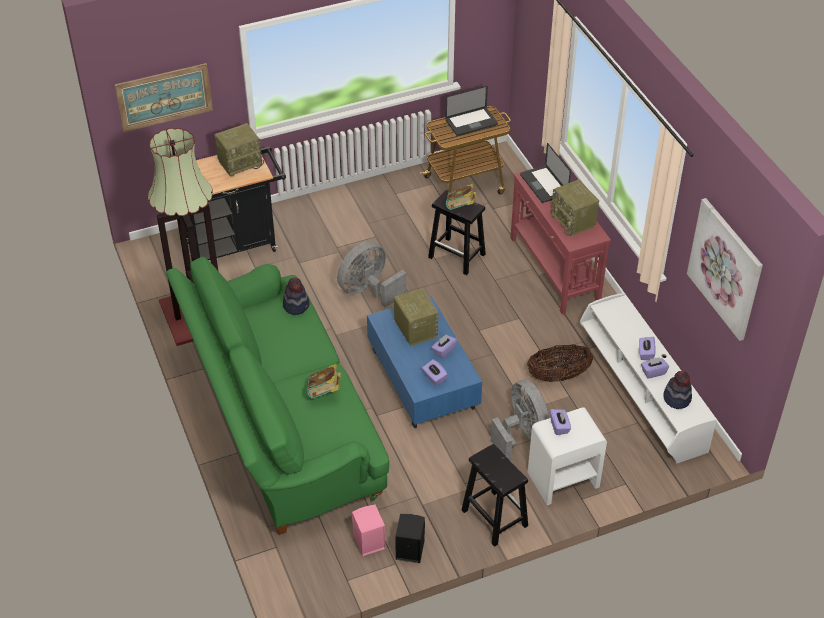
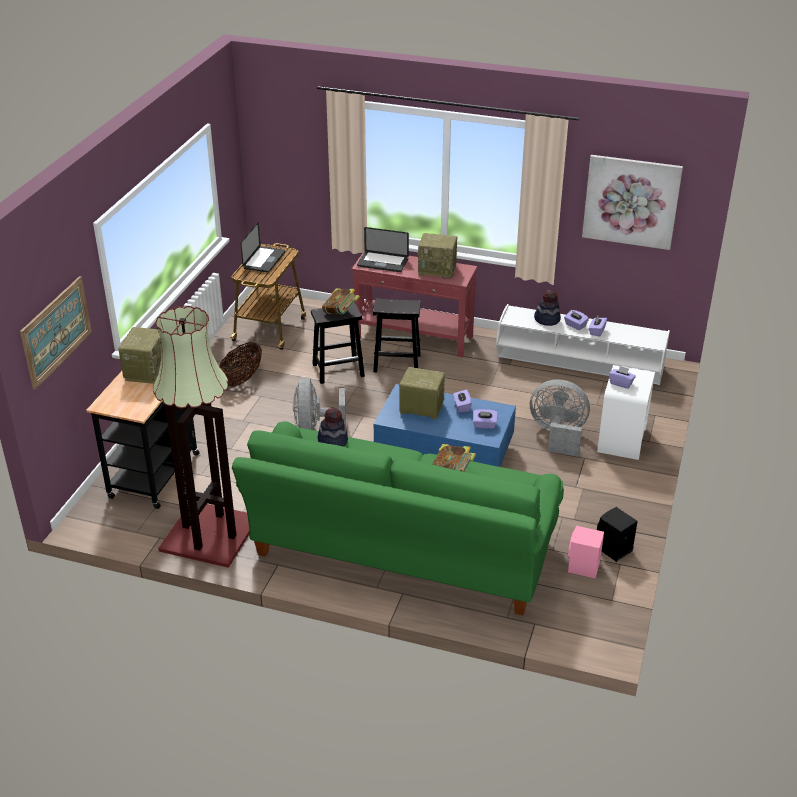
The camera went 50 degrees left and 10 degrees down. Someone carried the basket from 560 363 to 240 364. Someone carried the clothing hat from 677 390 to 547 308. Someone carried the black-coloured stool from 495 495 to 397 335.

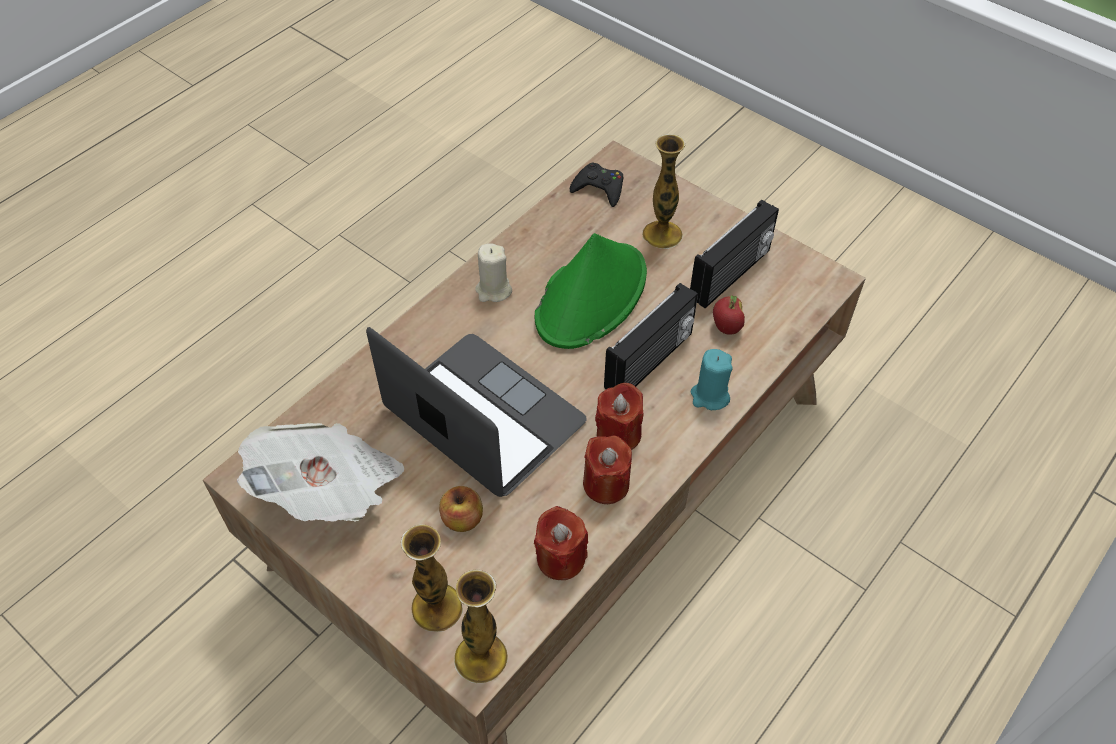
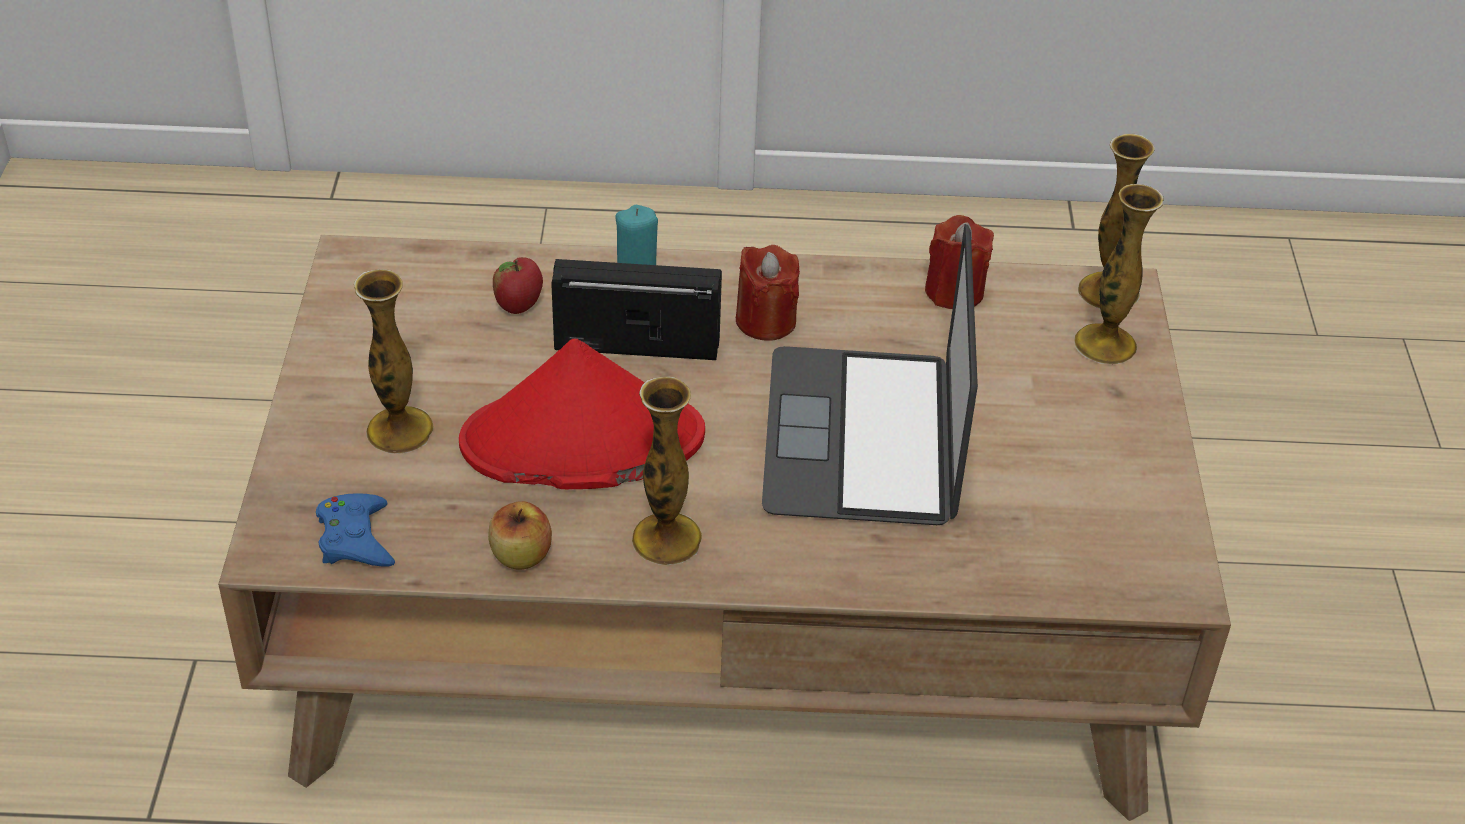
The camera went 130 degrees left and 10 degrees down. Someone repainted the black-coloured gamepad at 596 184, which became the bluish gamepad at 355 530. Someone took away the radio receiver at 734 254. Someone repainted the green-coloured clothing hat at 591 291, which became the red clothing hat at 582 413. Someone swapped the beige-coloured wax light at 493 272 for the flower vase at 667 471. Someone took away the newspaper at 321 472. Someone took away the red wax light at 607 469. Someone carried the apple from 461 509 to 520 535.

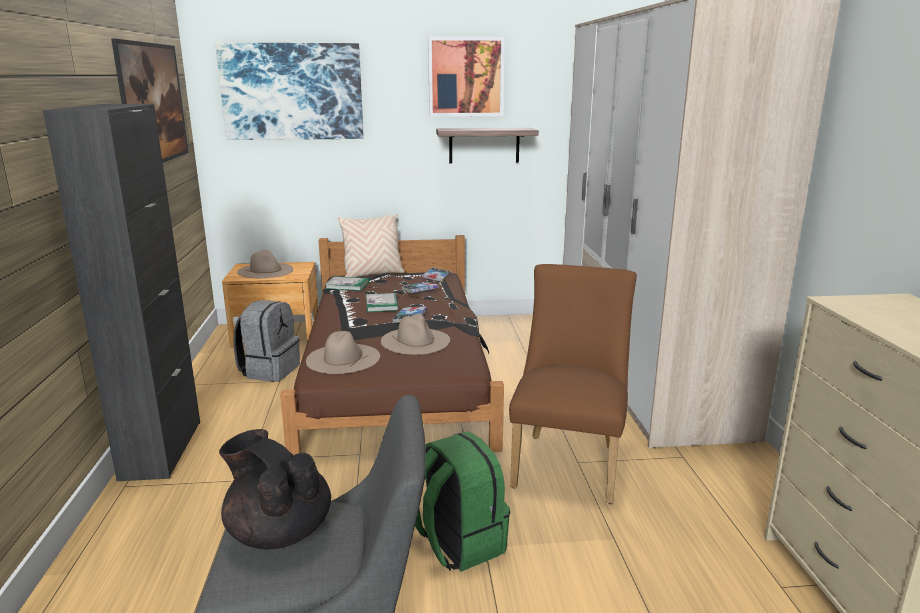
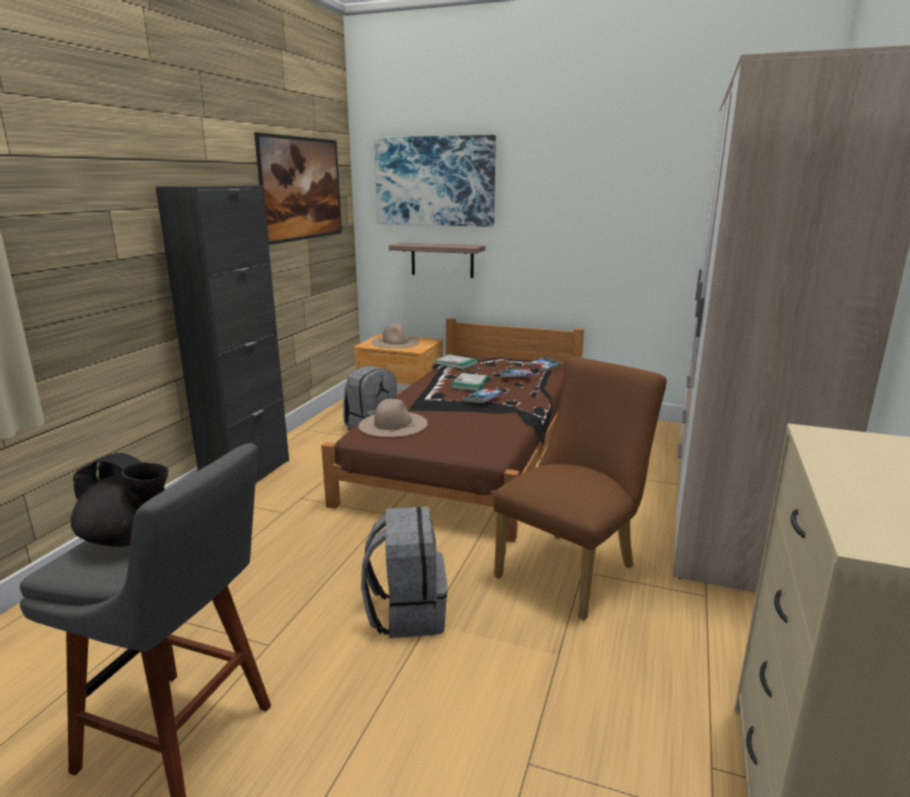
The camera went 25 degrees right and 0 degrees up. Someone took away the wall picture at 466 77. Someone carried the shelf from 487 145 to 437 260. Someone took away the beige-coloured cushion at 371 245. Someone took away the beige-coloured clothing hat at 415 334. Someone rotated the black-coloured tea pot at 275 489 by 135 degrees clockwise. Someone repainted the green-coloured backpack at 462 501, which became the grey backpack at 404 572.

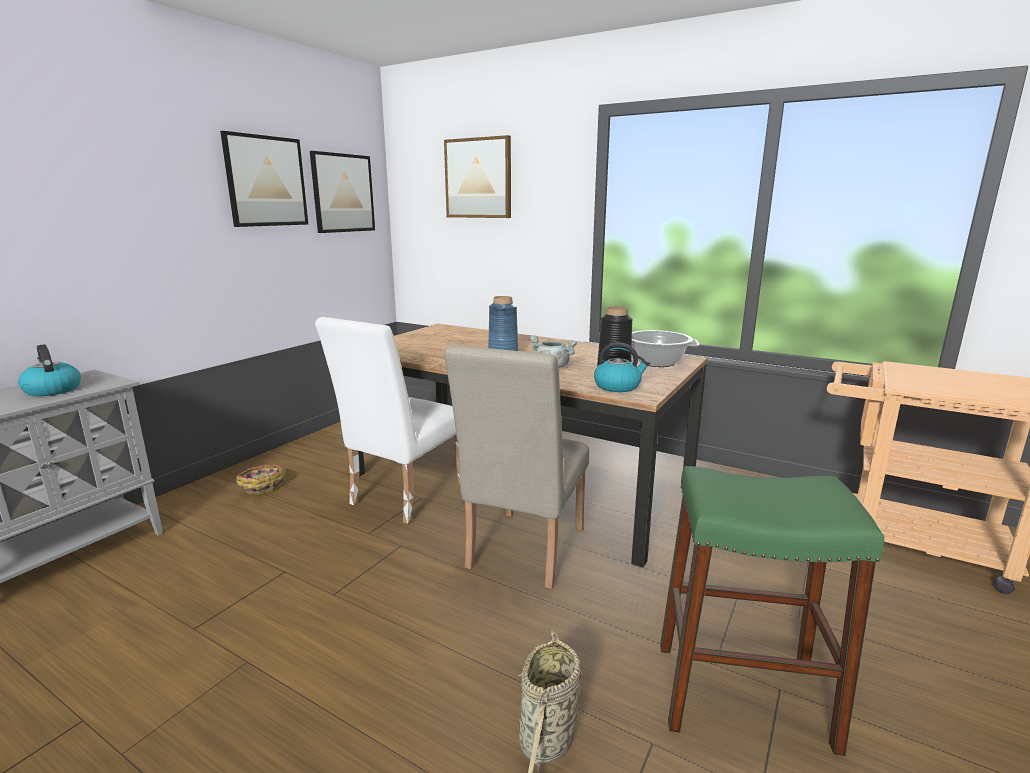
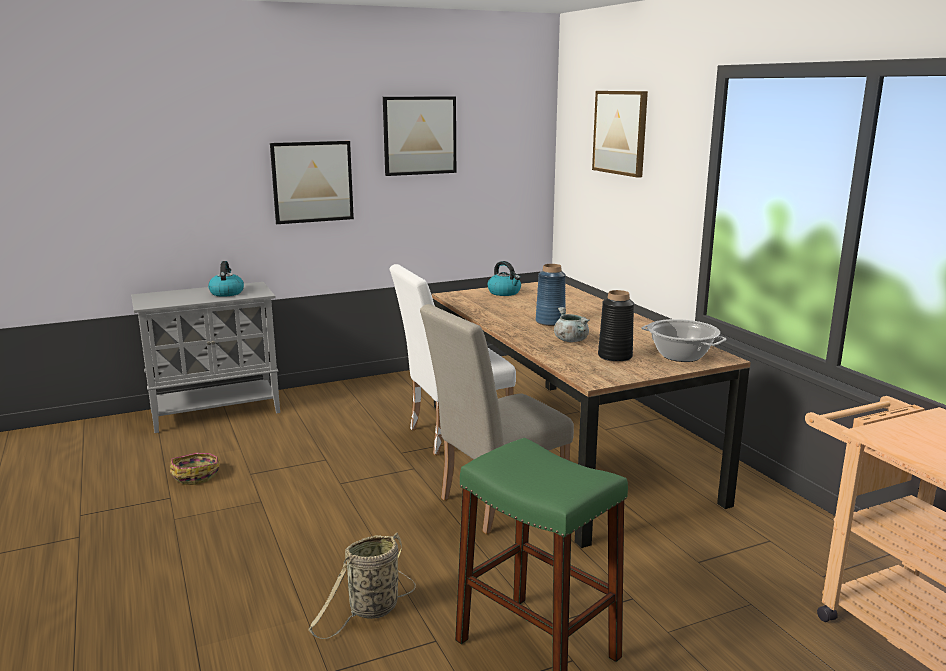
The camera went 35 degrees right and 0 degrees up. Someone carried the wall picture from 342 192 to 312 182. Someone carried the water kettle from 622 367 to 504 278. Someone carried the basket from 261 479 to 195 469.

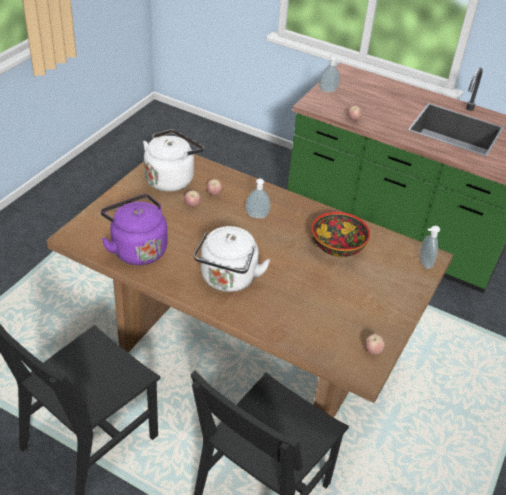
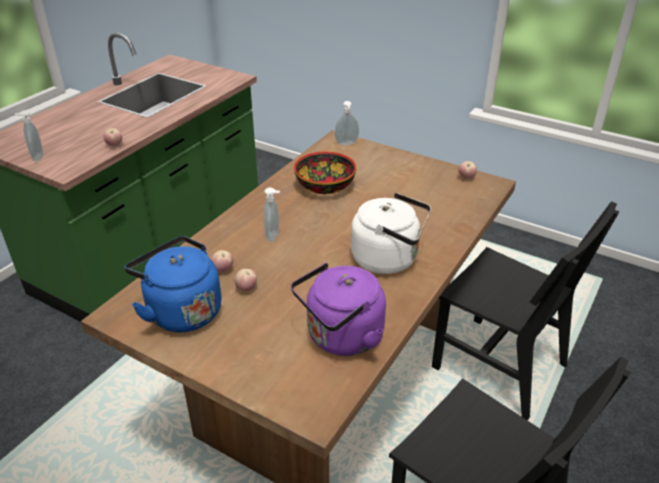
The camera went 85 degrees left and 5 degrees down. Someone repainted the white-coloured water kettle at 173 160, which became the bluish water kettle at 173 284.

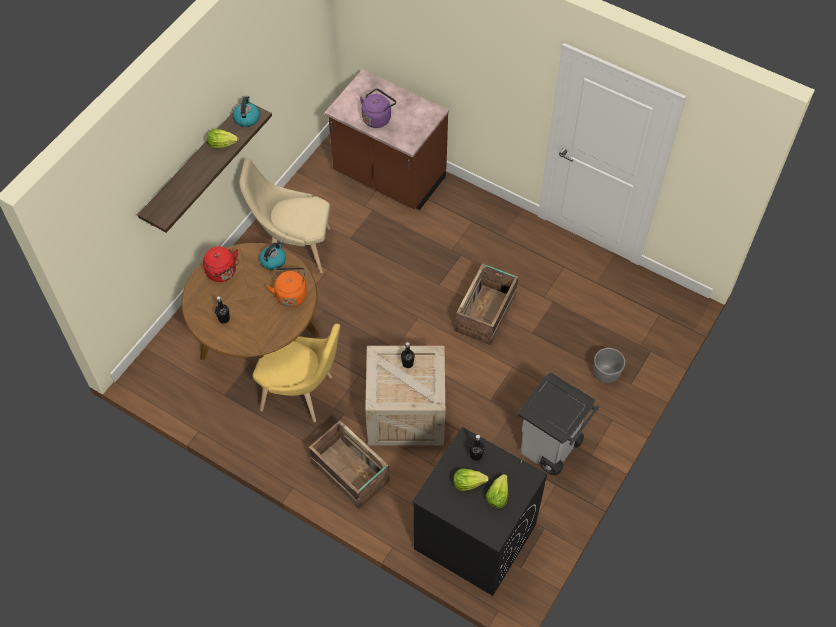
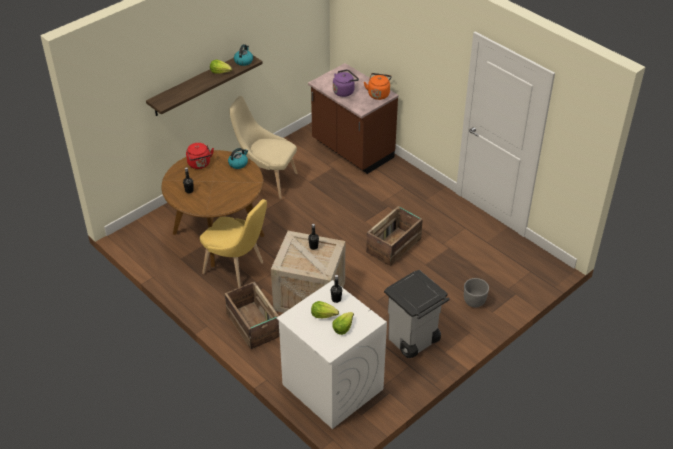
The camera went 15 degrees right and 15 degrees down. Someone carried the orange water kettle from 287 287 to 378 86. Someone repainted the black-coloured laundry appliance at 479 511, which became the white-coloured laundry appliance at 331 354.

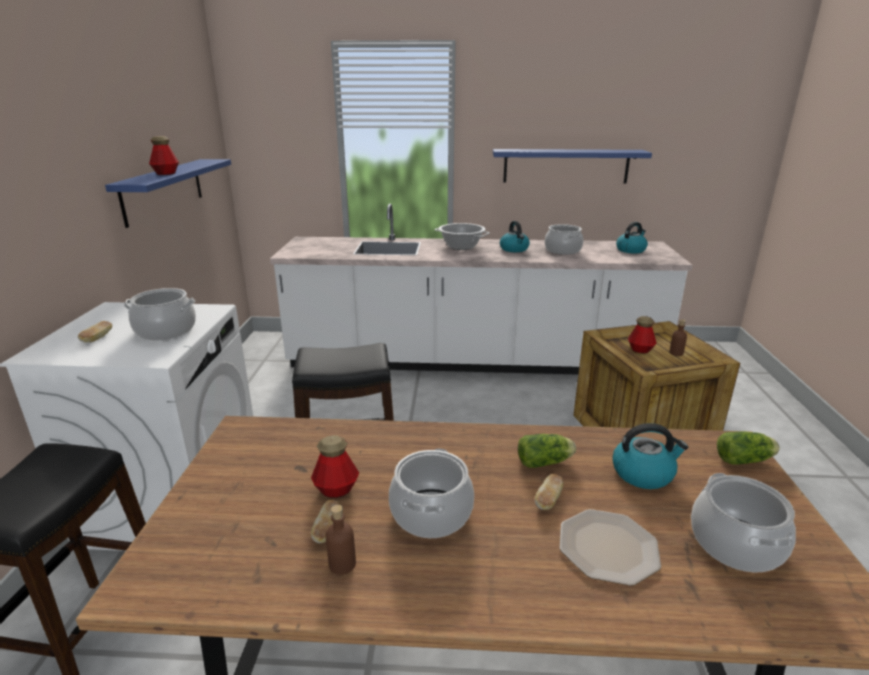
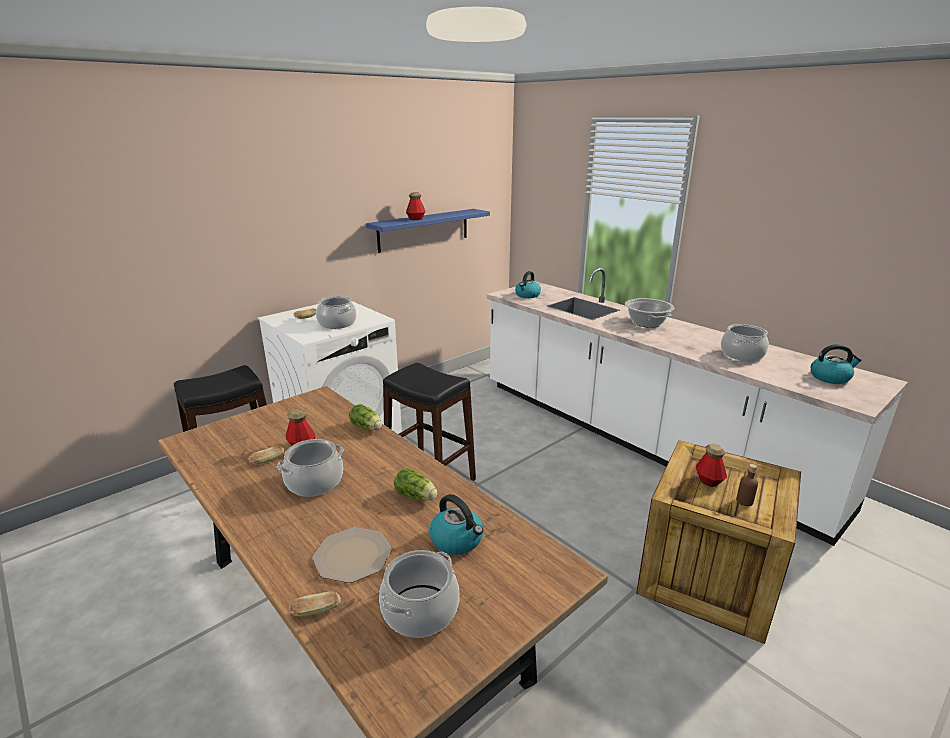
The camera went 45 degrees right and 0 degrees up. Someone took away the bluish shelf at 572 166. Someone carried the water kettle from 515 236 to 528 284. Someone carried the head of lettuce from 748 448 to 365 417. Someone carried the bakery bread from 549 492 to 315 604. Someone took away the brownish drink bottle at 341 540.

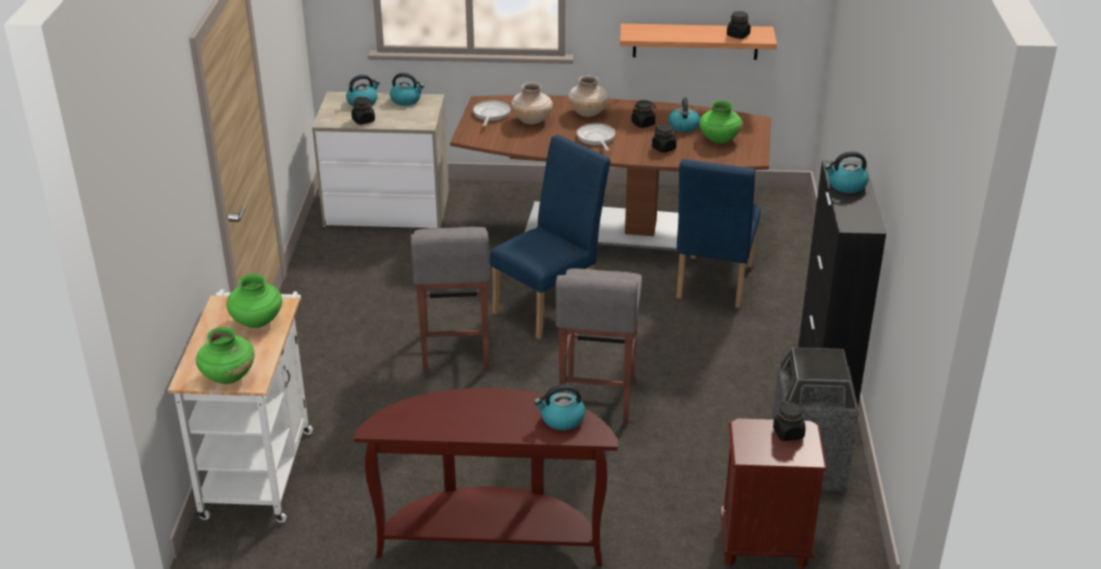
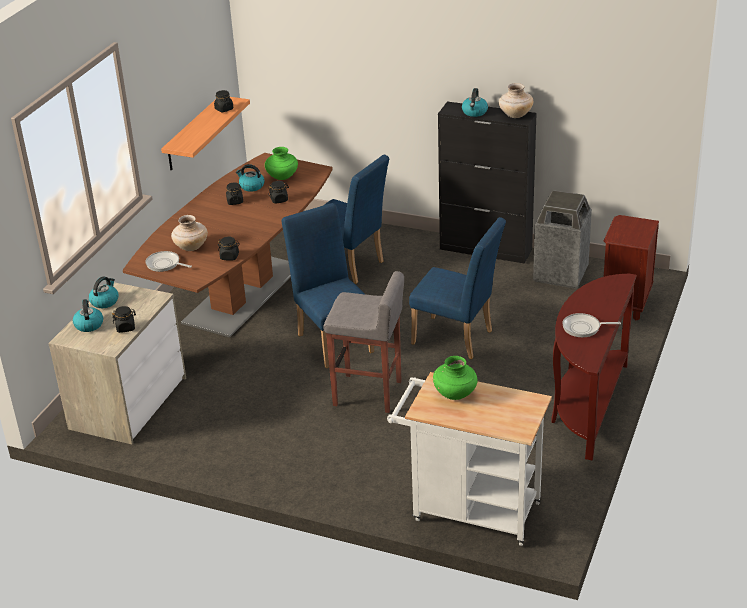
The camera went 70 degrees left and 0 degrees up. Someone carried the beige-coloured flower vase from 588 96 to 516 100. Someone carried the pan from 596 137 to 591 325. Someone swapped the grey stool at 599 347 for the bluish plain chair at 457 288. Someone took away the green-coloured flower vase at 225 355. Someone took away the water kettle at 559 407. Someone carried the black-coloured storage jar from 789 421 to 229 248.

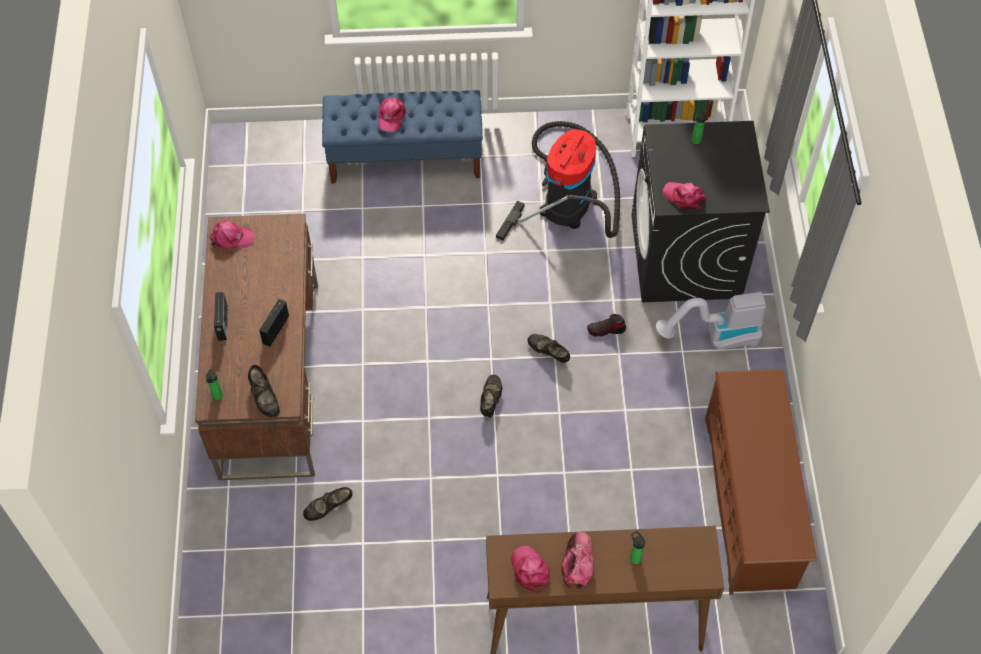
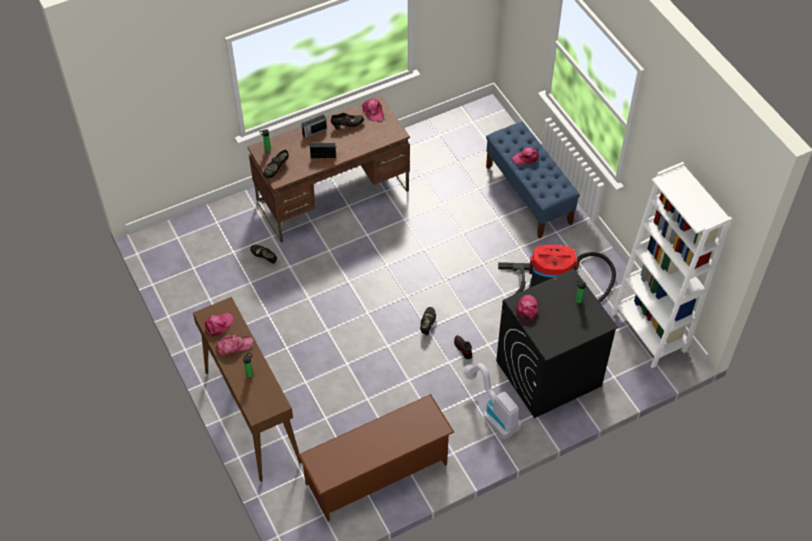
The camera went 65 degrees right and 5 degrees down. Someone carried the black-coloured item of footwear from 491 396 to 347 121.

